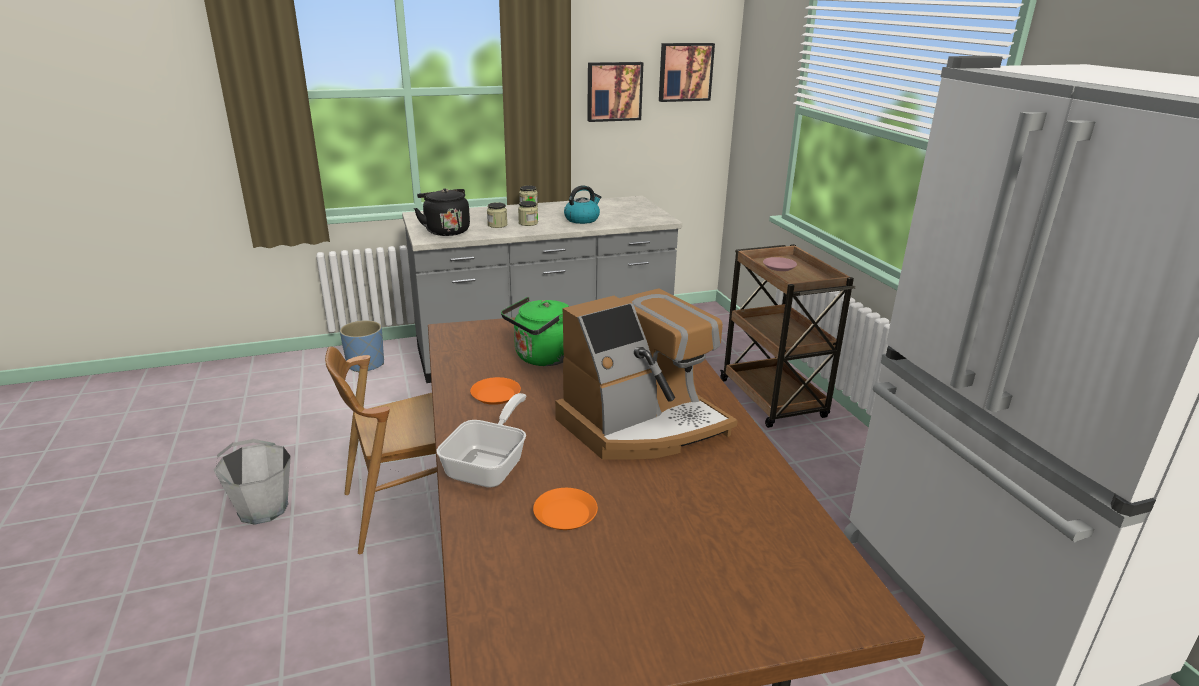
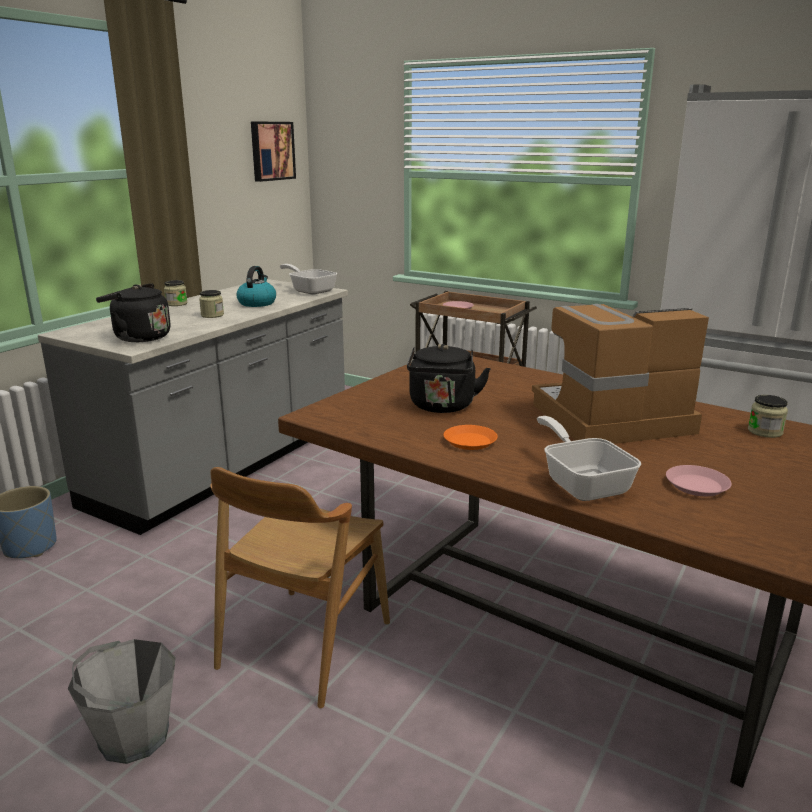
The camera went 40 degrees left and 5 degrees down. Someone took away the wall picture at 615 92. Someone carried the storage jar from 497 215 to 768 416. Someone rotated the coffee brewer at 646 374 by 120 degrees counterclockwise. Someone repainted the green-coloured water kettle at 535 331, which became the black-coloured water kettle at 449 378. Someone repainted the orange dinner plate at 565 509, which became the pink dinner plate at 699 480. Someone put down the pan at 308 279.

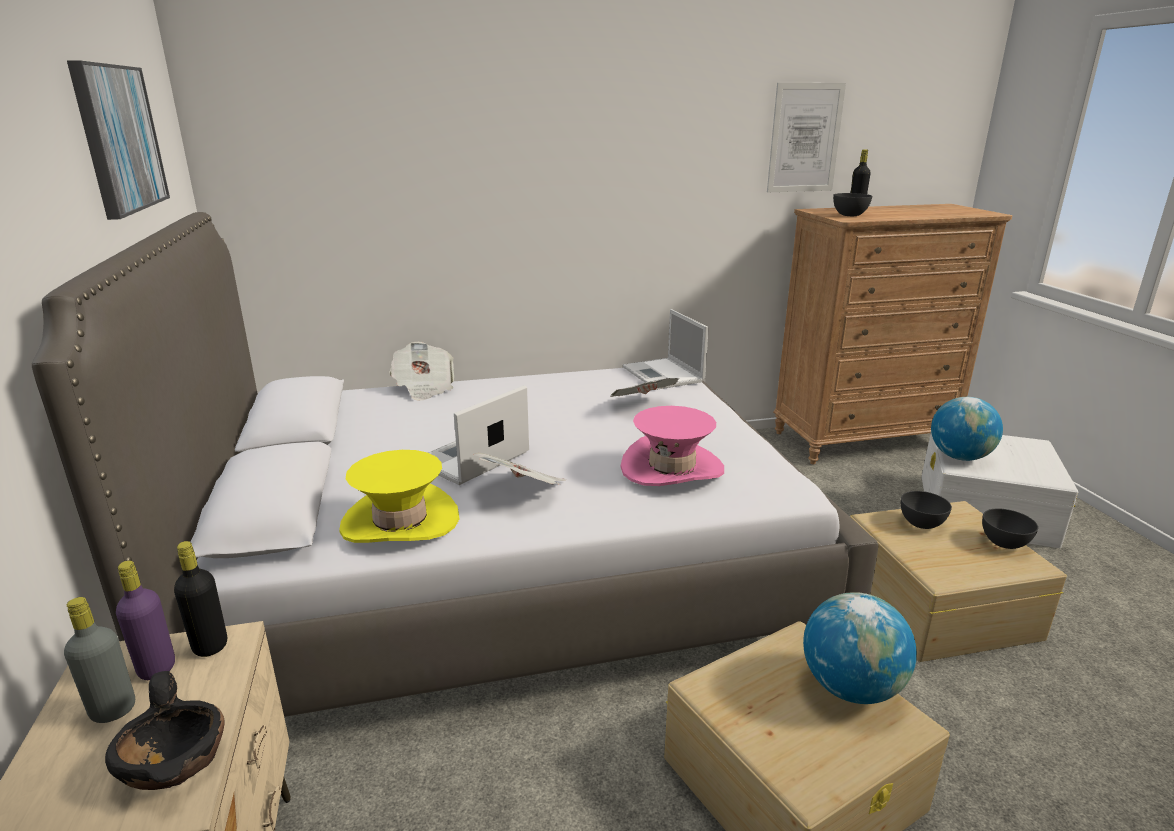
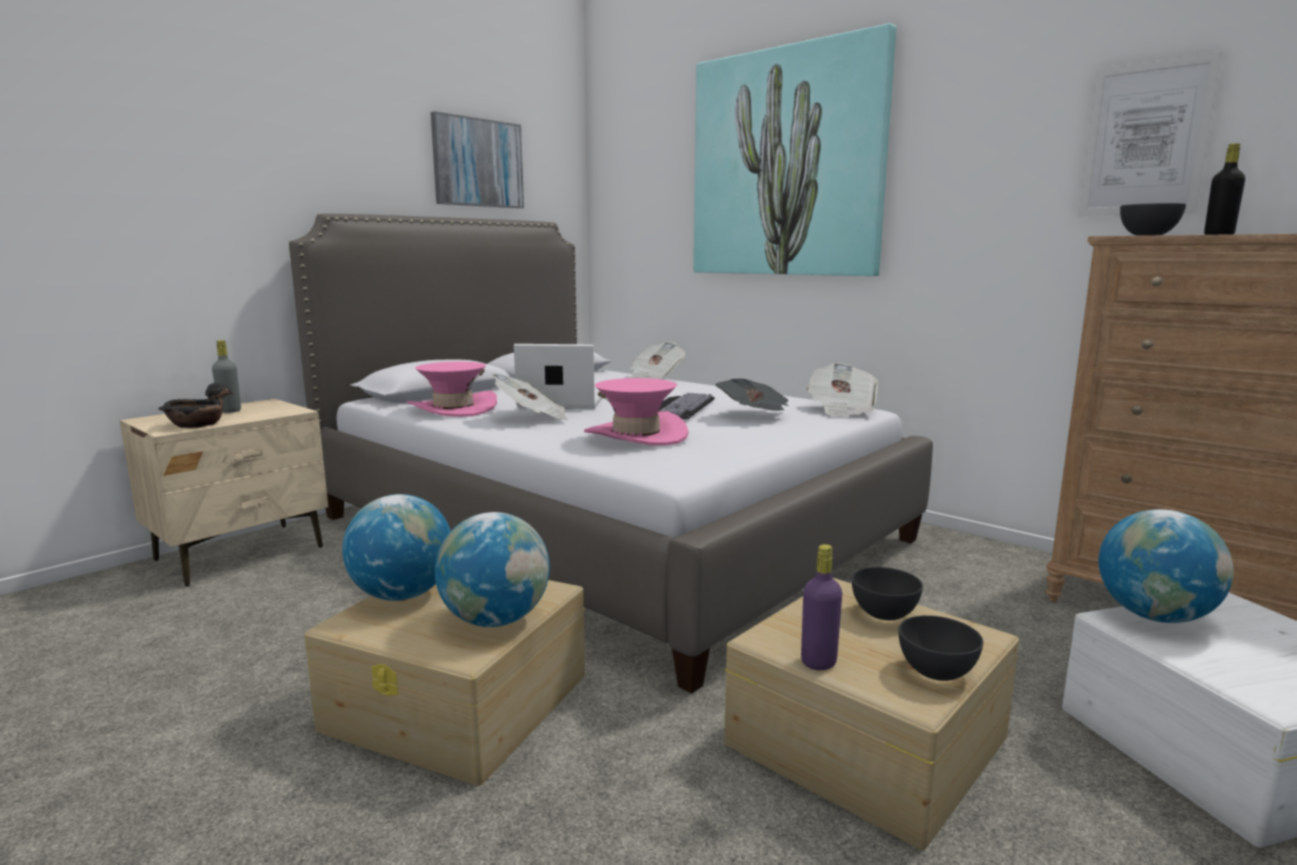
The camera went 55 degrees right and 10 degrees down. Someone swapped the laptop at 666 349 for the newspaper at 843 390. Someone repainted the yellow clothing hat at 399 496, which became the pink clothing hat at 452 389. Someone took away the black-coloured drink bottle at 200 599. Someone carried the purplish drink bottle from 145 620 to 821 607. Someone put up the wall picture at 795 149. Someone put down the keyboard at 686 406. Someone put down the globe at 396 547.

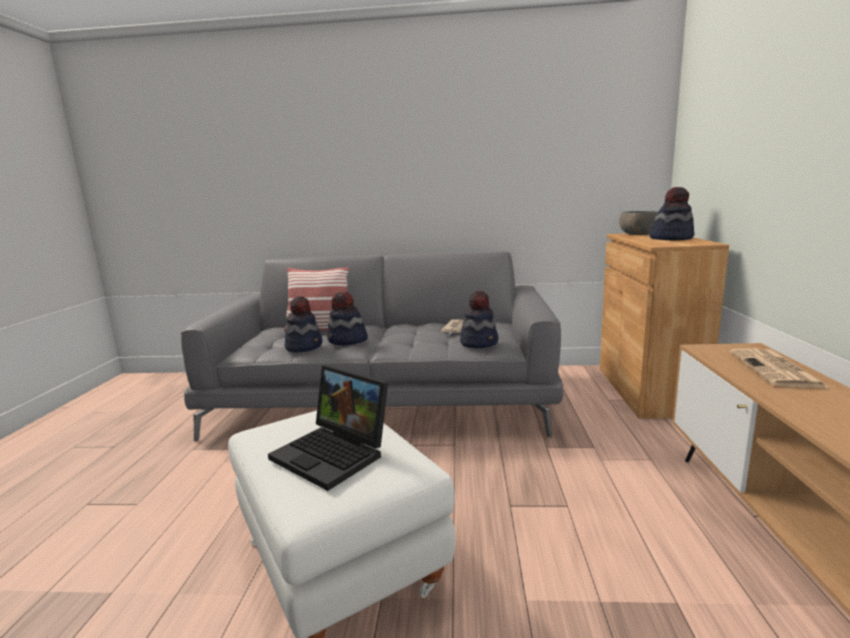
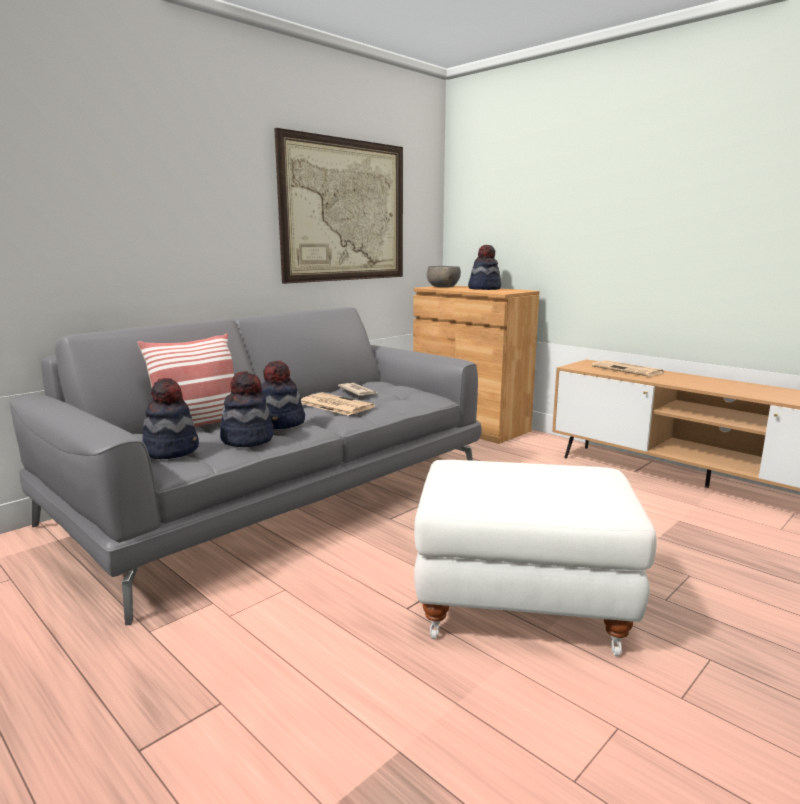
The camera went 50 degrees left and 0 degrees up. Someone carried the clothing hat from 479 319 to 170 418. Someone took away the laptop at 328 428. Someone put up the wall picture at 338 206. Someone put down the newspaper at 338 404.

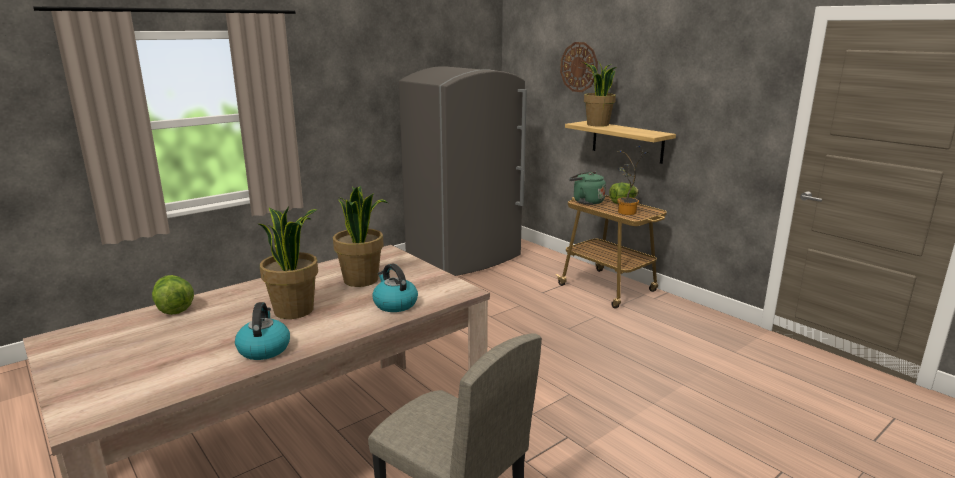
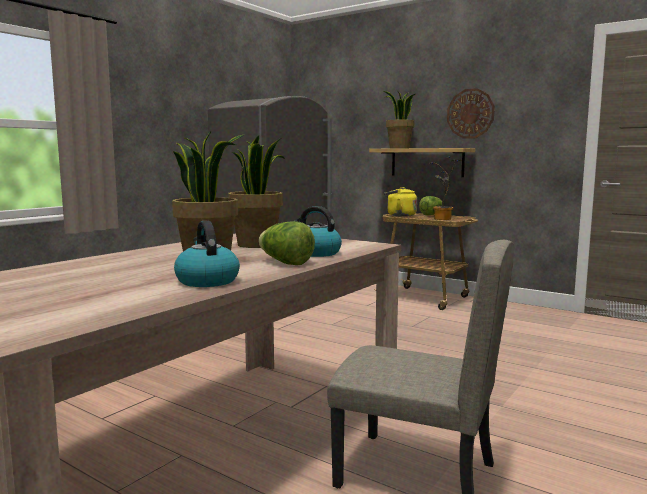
The camera went 15 degrees left and 10 degrees down. Someone carried the wall clock from 579 67 to 471 113. Someone repainted the green-coloured water kettle at 587 188, which became the yellow water kettle at 400 202. Someone carried the head of lettuce from 173 295 to 286 243.

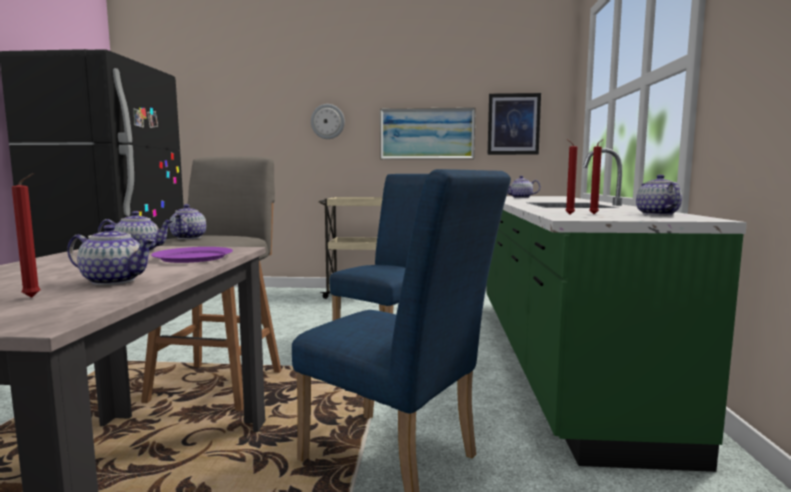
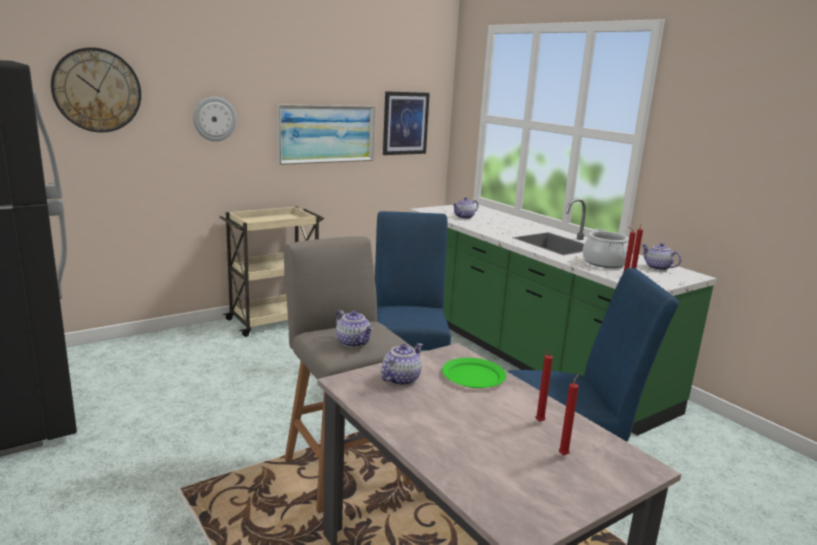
The camera went 40 degrees left and 10 degrees up. Someone swapped the tea pot at 111 255 for the red wax light at 544 386. Someone repainted the purplish dinner plate at 192 255, which became the green-coloured dinner plate at 474 373. Someone put up the wall clock at 96 90. Someone put down the saucepot at 605 248.

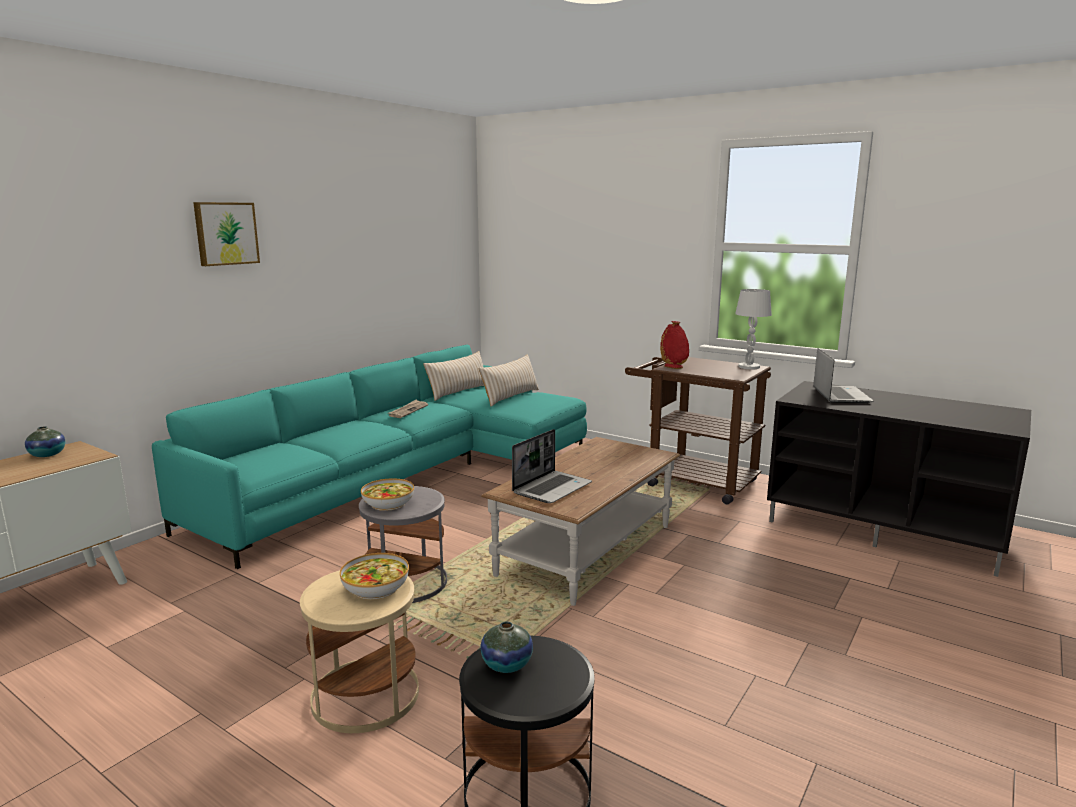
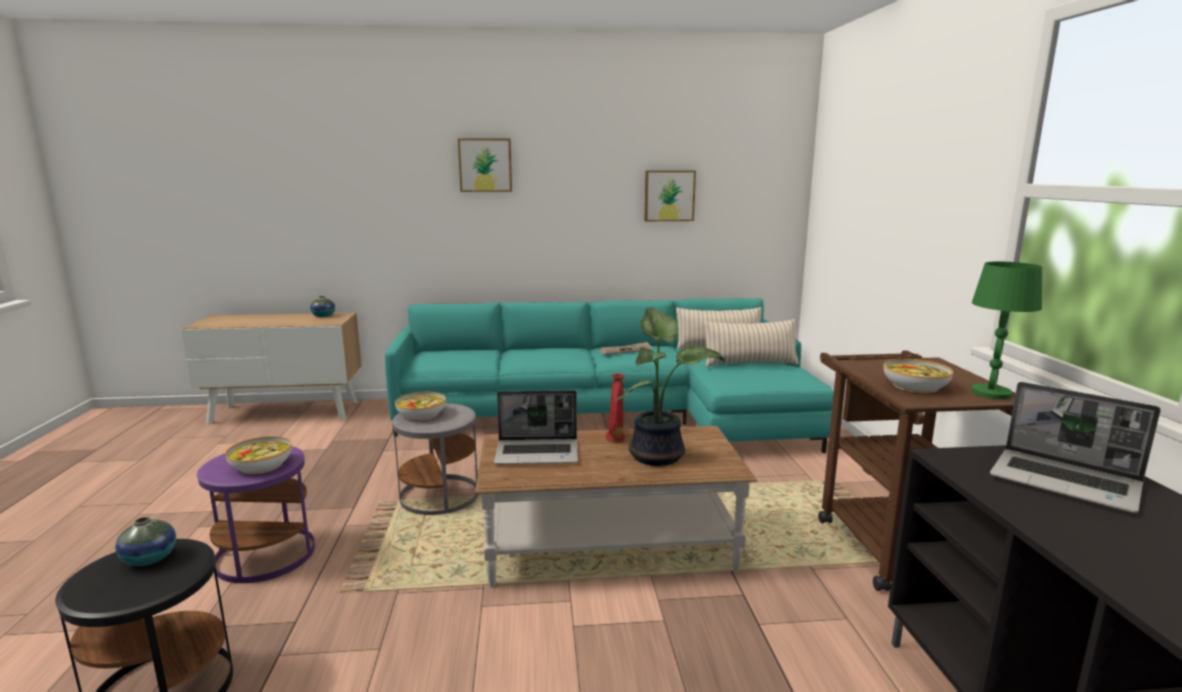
The camera went 50 degrees right and 0 degrees up. Someone repainted the white-coloured table lamp at 753 329, which became the green-coloured table lamp at 1006 330. Someone carried the red flower vase from 674 345 to 615 408. Someone rotated the laptop at 843 375 by 75 degrees clockwise. Someone repainted the beige-coloured accent table at 359 651, which became the purplish accent table at 256 514. Someone put up the wall picture at 670 195. Someone put down the potted plant at 671 386. Someone put down the serving bowl at 918 375.

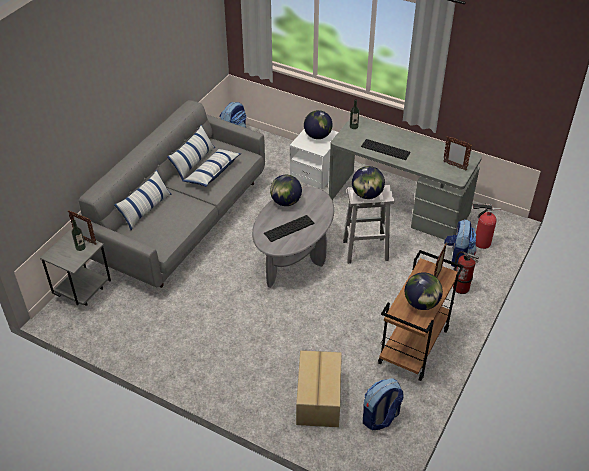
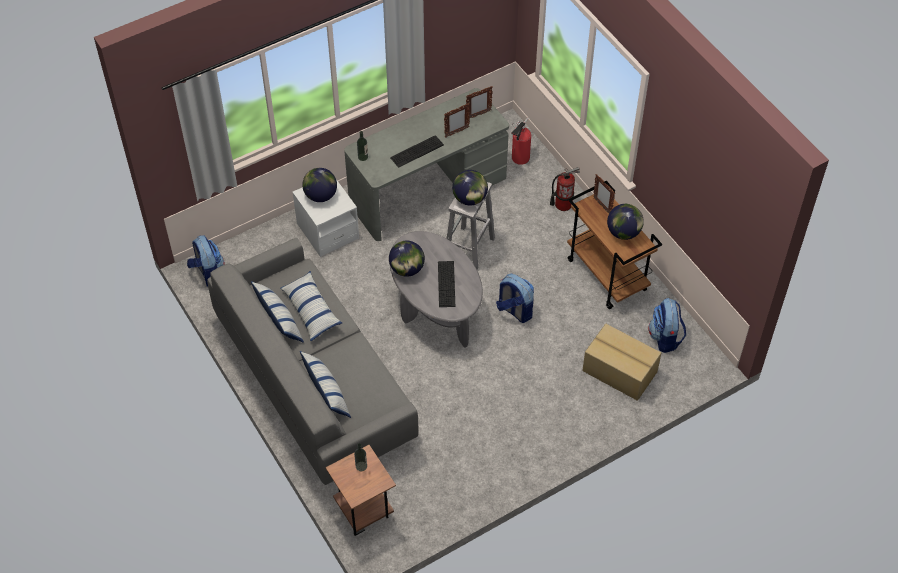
The camera went 60 degrees left and 10 degrees up. Someone carried the standing frame from 82 227 to 457 120. Someone carried the backpack from 460 243 to 515 298. Someone repainted the grey accent table at 75 268, which became the brownish accent table at 361 490.

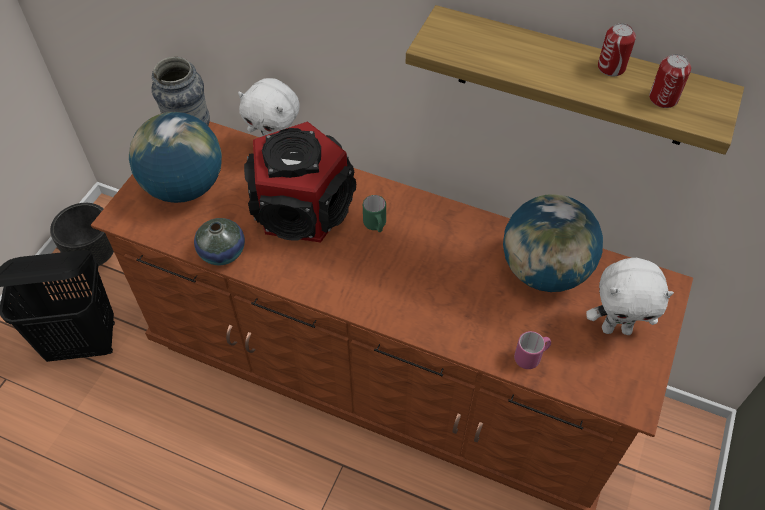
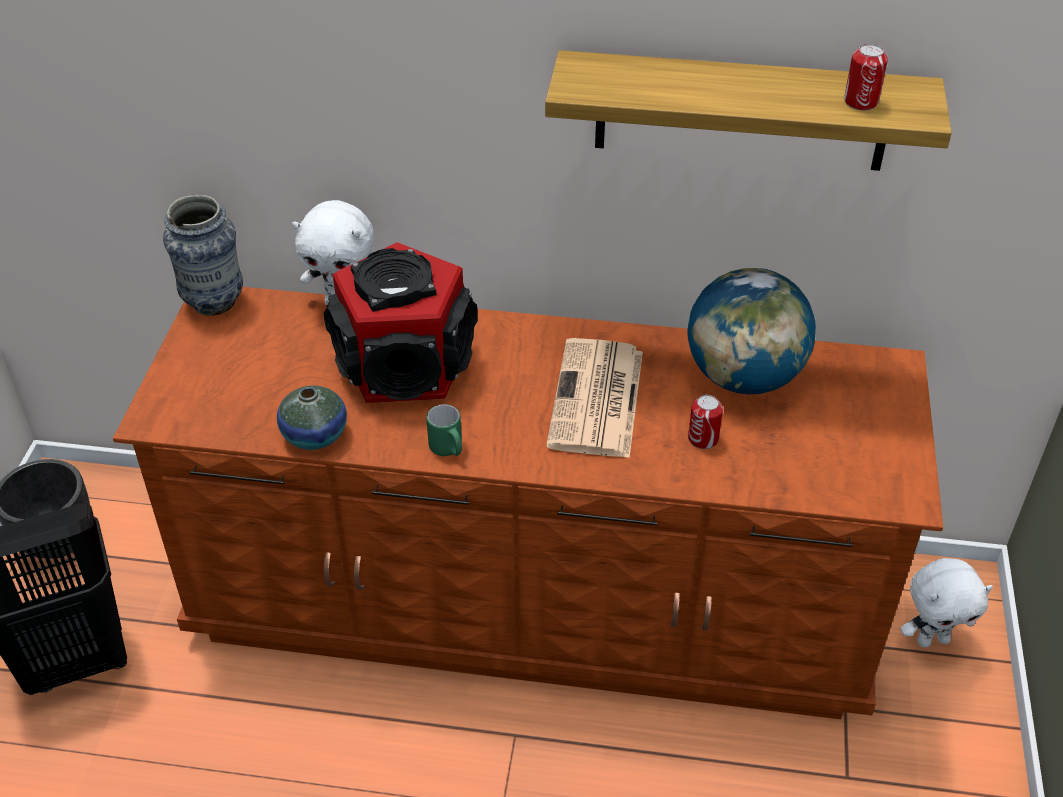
The camera went 15 degrees left and 10 degrees down. Someone carried the sealed can from 617 50 to 705 422. Someone took away the globe at 175 157. Someone carried the green-coloured coffee mug from 374 213 to 444 430. Someone carried the white-coloured plush toy from 630 296 to 946 603. Someone took away the pink coffee mug at 532 350. Someone put down the newspaper at 594 398.

